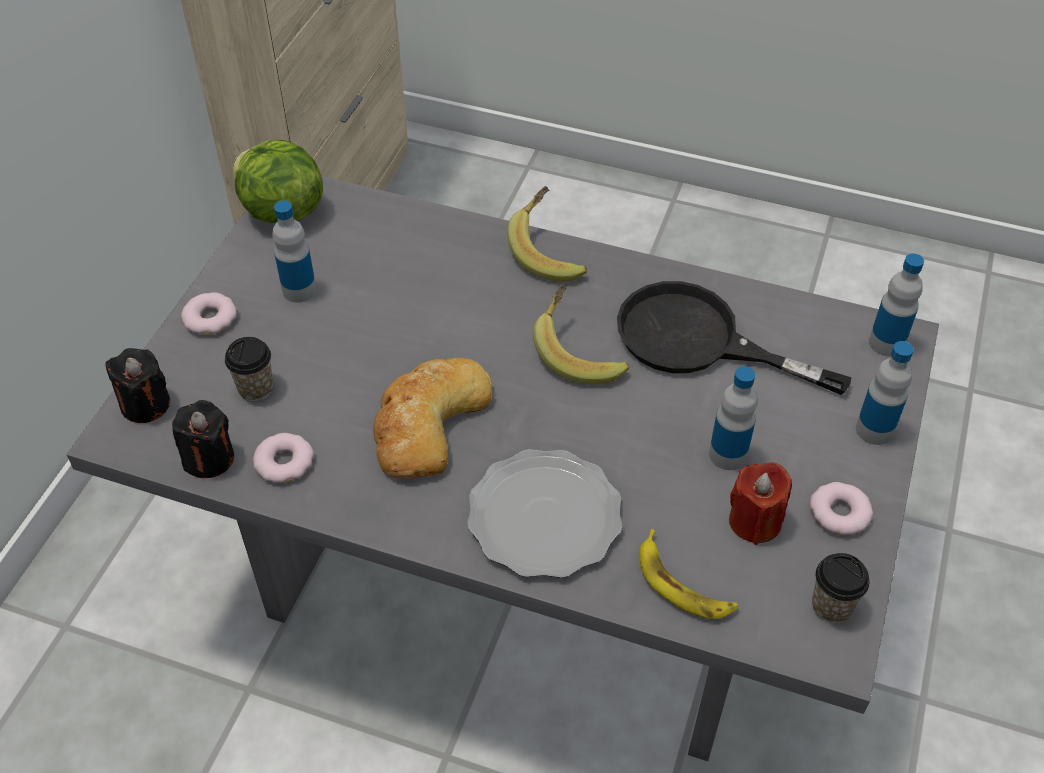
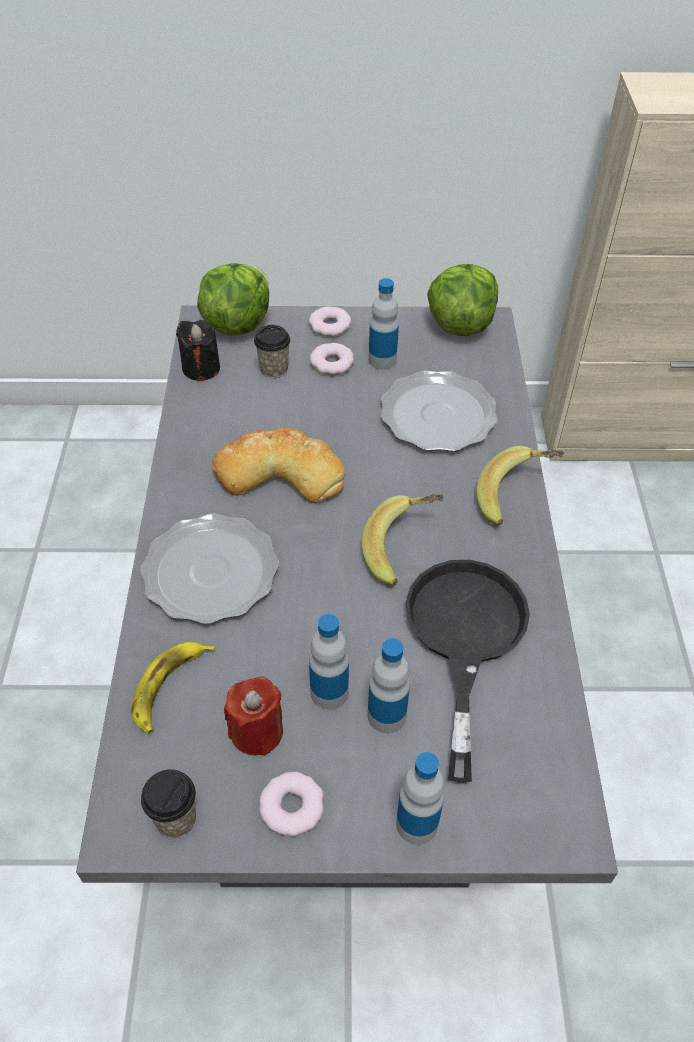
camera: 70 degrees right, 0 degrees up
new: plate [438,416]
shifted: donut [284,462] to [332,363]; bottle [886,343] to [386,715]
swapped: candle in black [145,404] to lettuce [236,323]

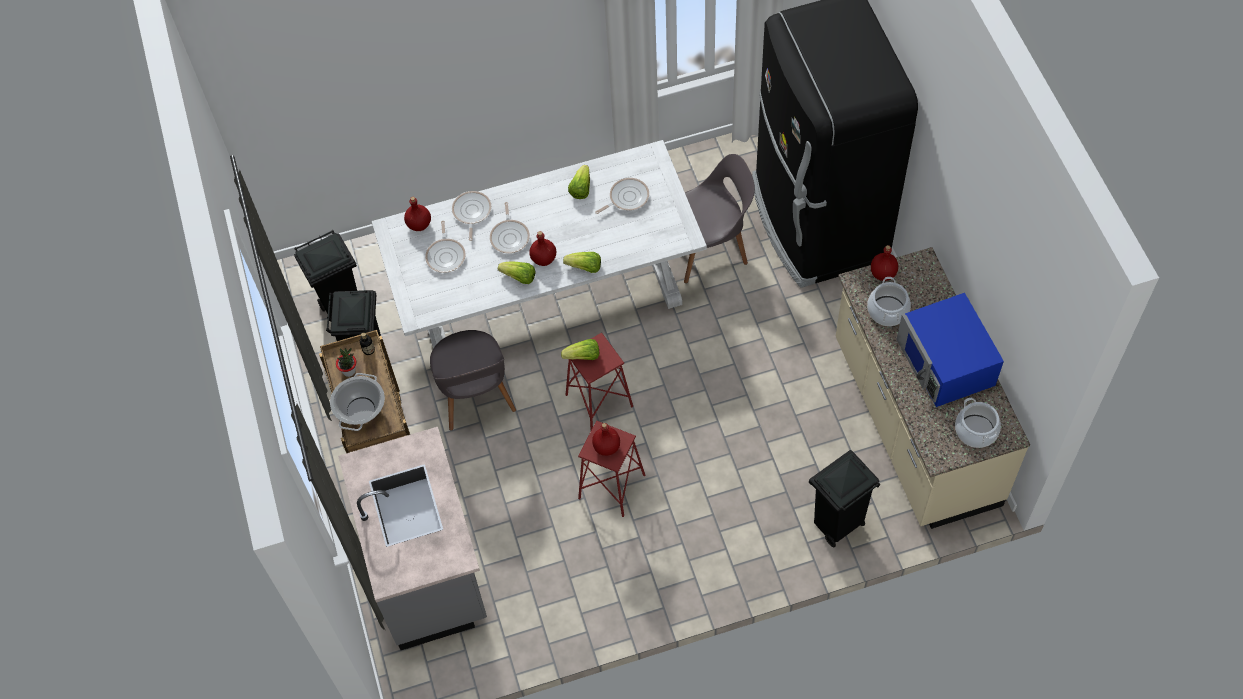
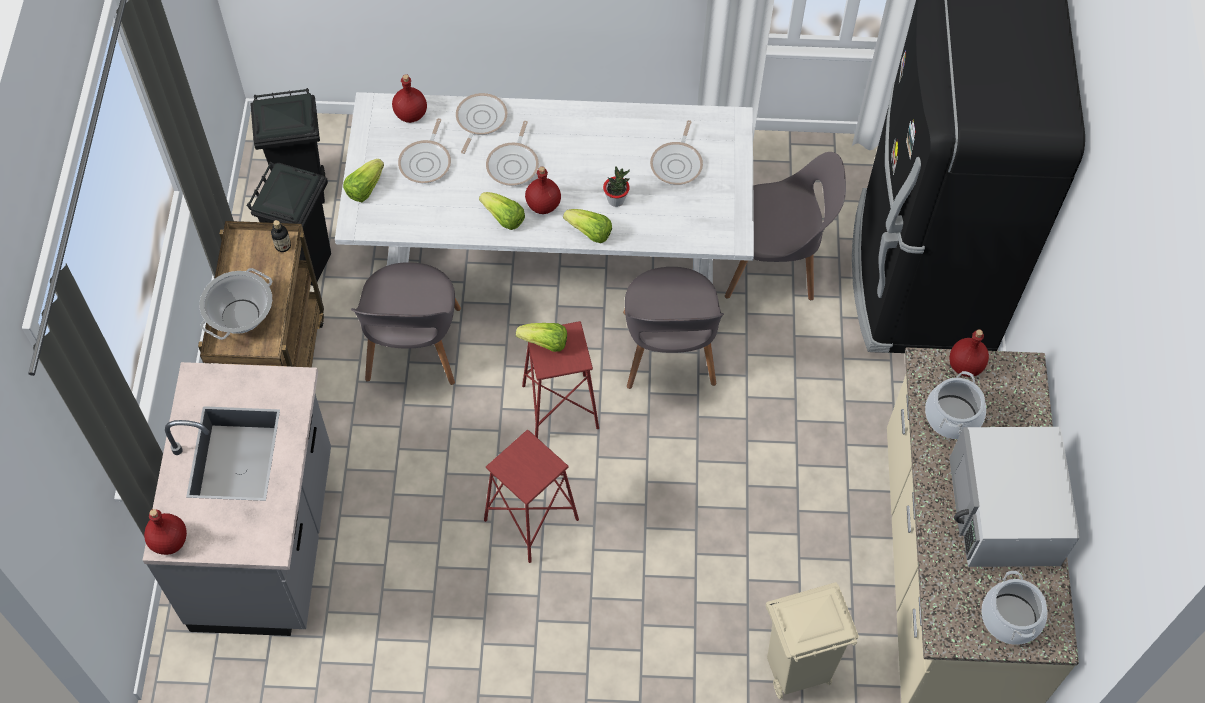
camera: 15 degrees right, 0 degrees up
new: chair in grey [668,353]
shifted: potted plant [349,371] to [616,200]; lettuce [581,188] to [365,188]; bottle in red [606,447] to [169,541]
repainted: trash can in black [836,525] to trash can in beige [795,672]; microwave in blue [946,363] to microwave in white [1004,512]
rotated: frying pan [626,198] = [677,164] 120 degrees clockwise

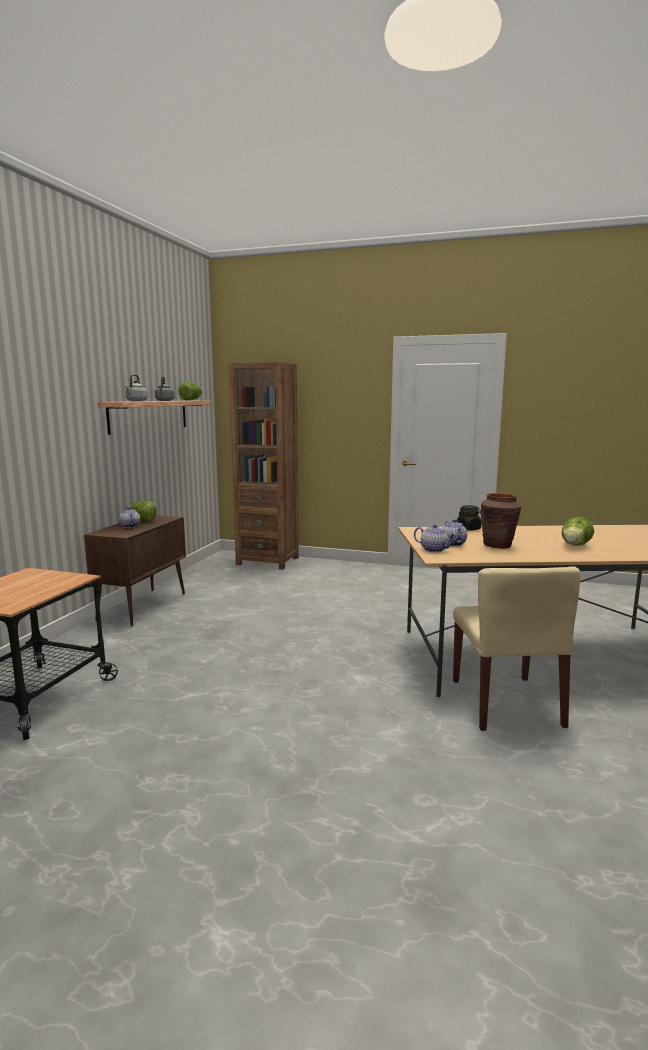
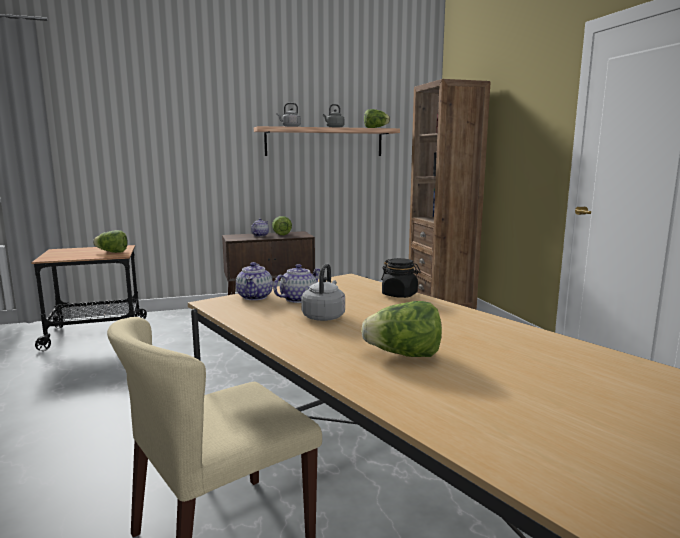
camera: 55 degrees right, 0 degrees up
new: lettuce [112,252]
swapped: vase in brown [497,545] to kettle in grey [324,316]

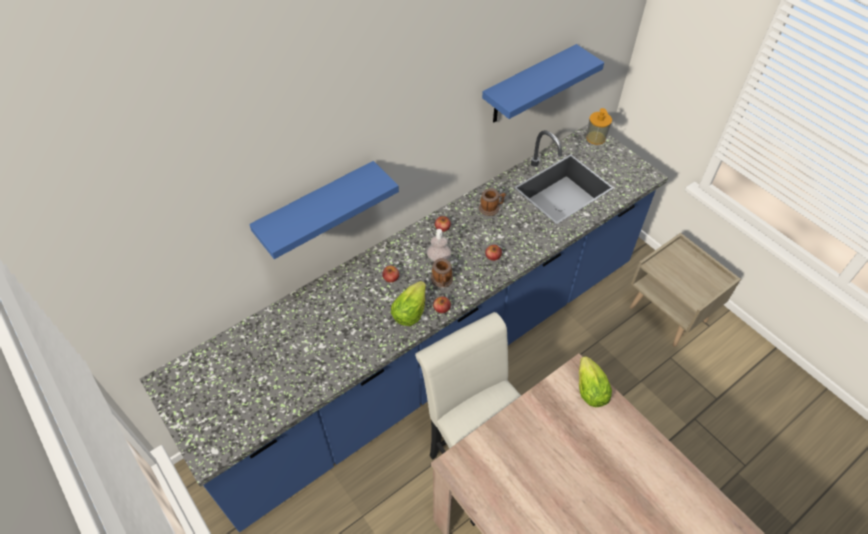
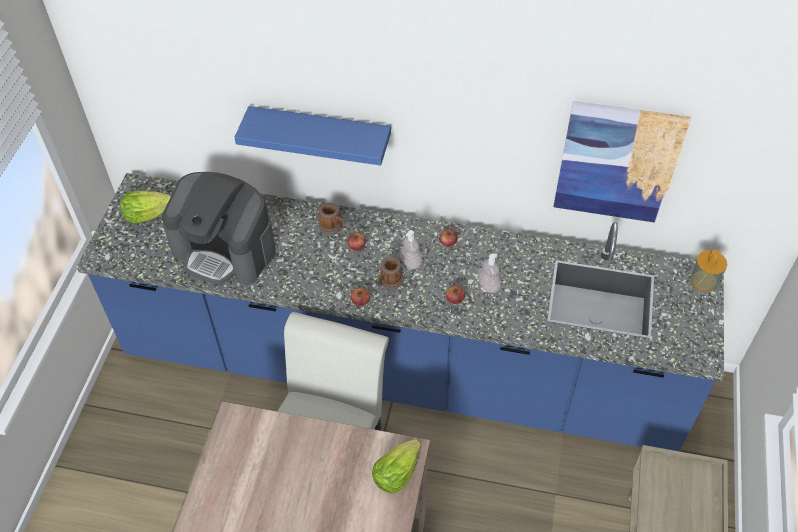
camera: 50 degrees right, 0 degrees up
new: coffee machine [225,250]; soap dispenser [488,286]
shifted: lettuce [410,312] to [147,215]; mug [491,208] to [332,226]
swapped: shelf in blue [528,85] to picture [617,162]

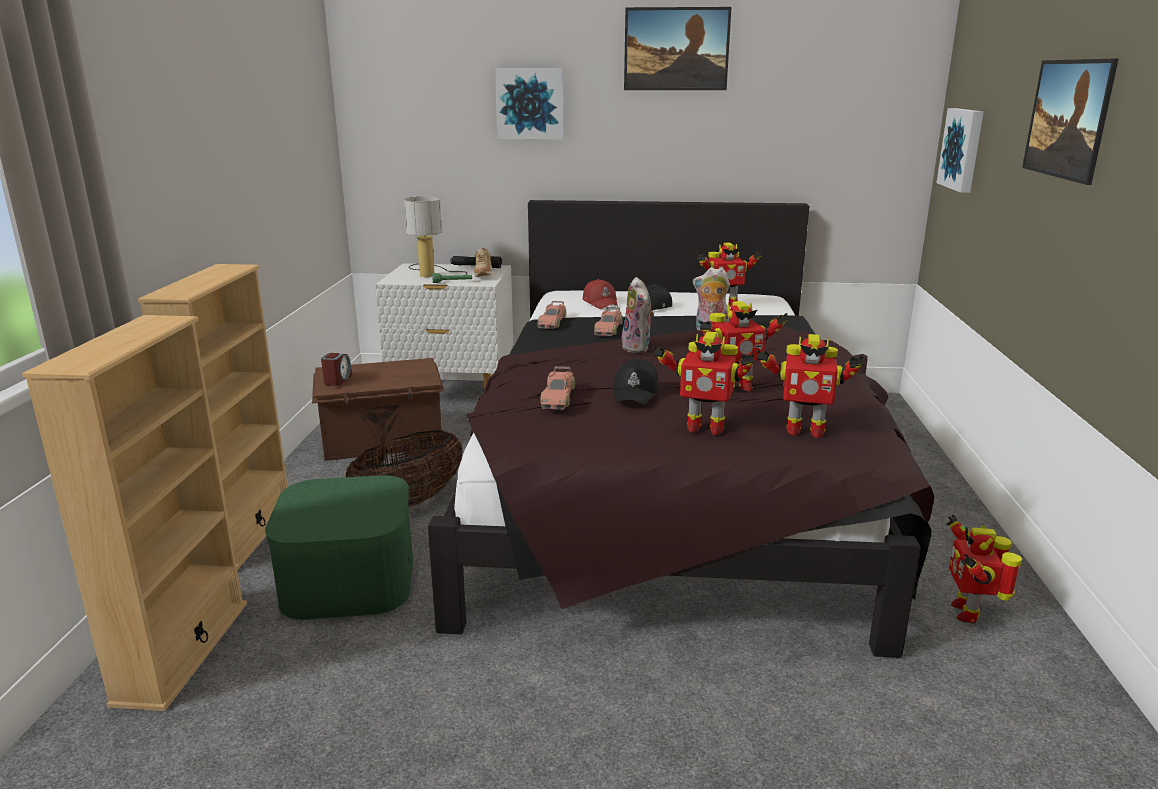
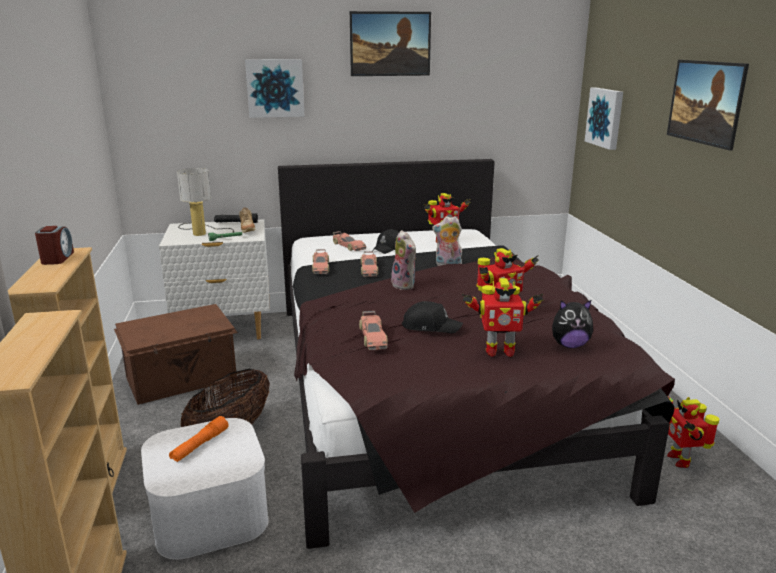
camera: 15 degrees left, 0 degrees up
new: flashlight in orange [200,445]
shifted: alarm clock [337,380] to [57,258]
swapped: cap in red [601,303] to toy car [348,246]; toy robot [803,431] to plush toy [569,345]
repainted: storage box in green [348,579] to storage box in white [209,513]
rotated: cap in black [636,392] = [430,326] 75 degrees counterclockwise

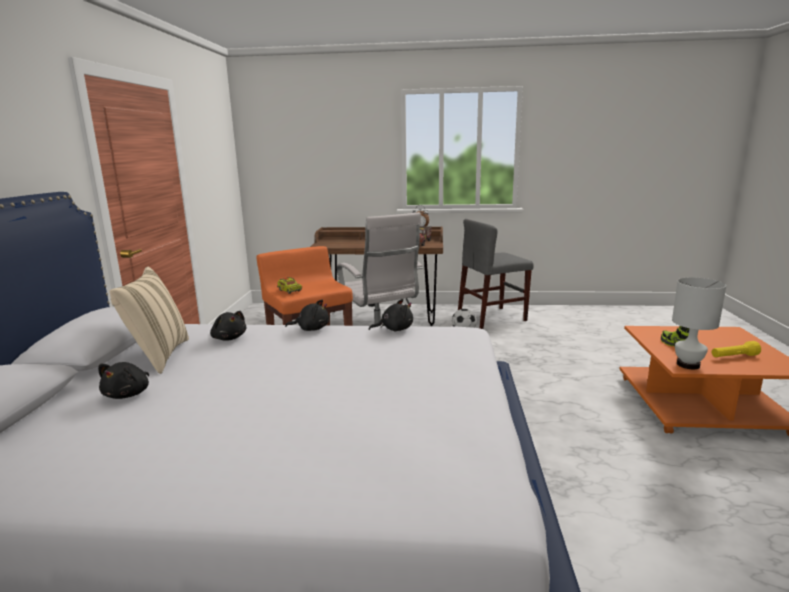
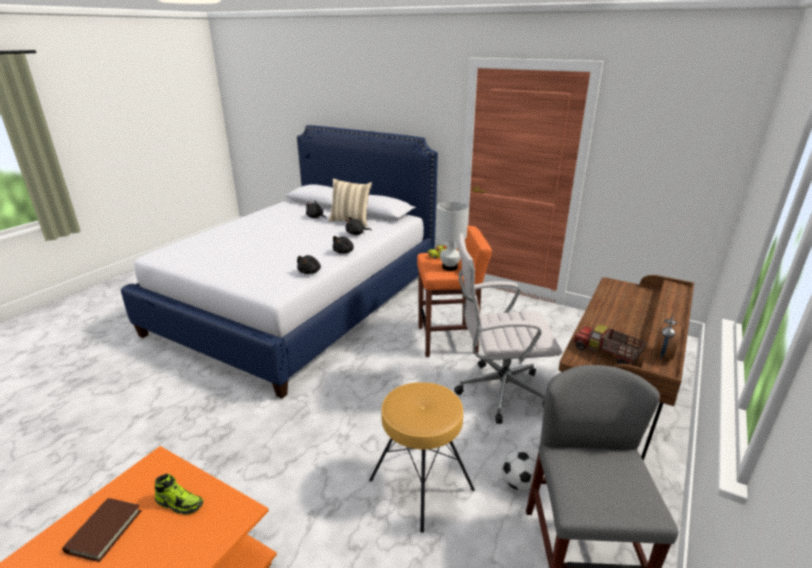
camera: 115 degrees right, 10 degrees up
new: stool in brown [420,485]
shifted: table lamp in white [687,364] to [450,267]
swapped: flashlight in yellow [733,357] to book in brown [104,531]

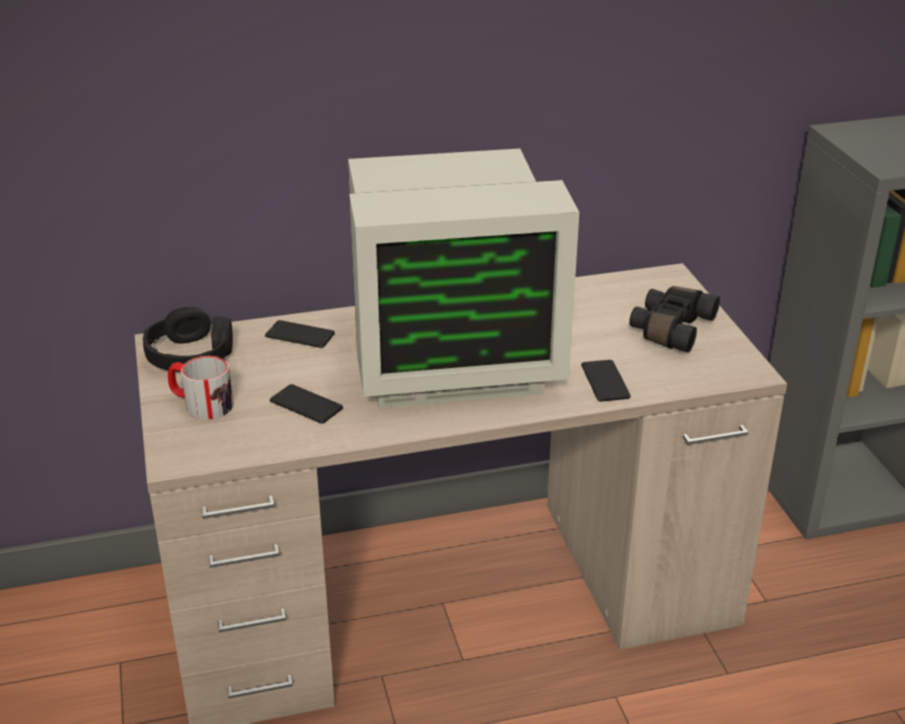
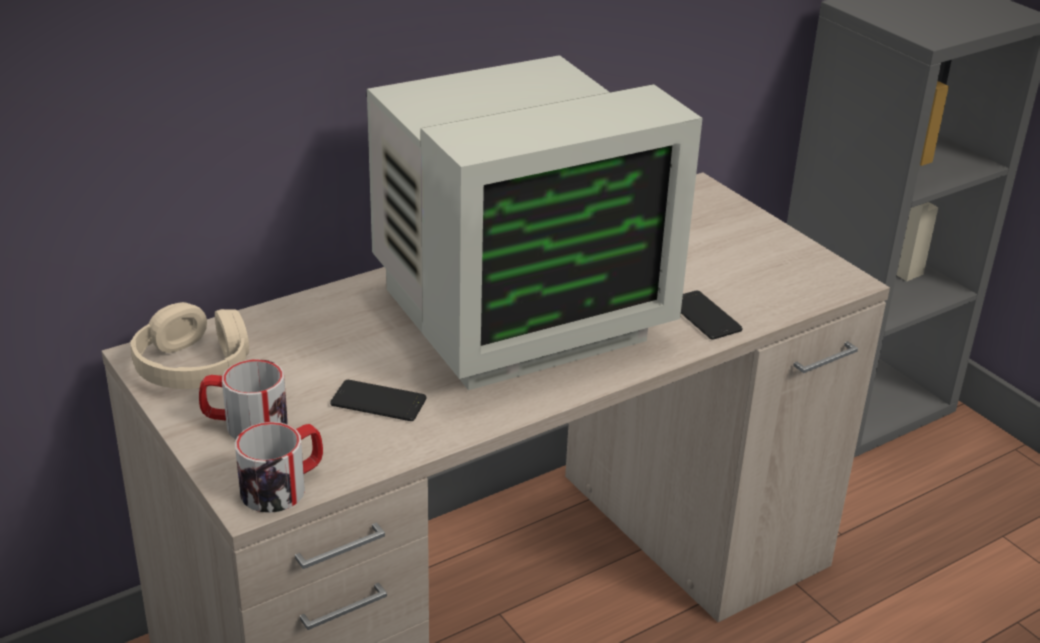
camera: 20 degrees left, 0 degrees up
gone: phone [300,335]; binoculars in black [670,329]
new: mug [283,486]
repainted: headphones in black [191,355] to headphones in beige [194,365]

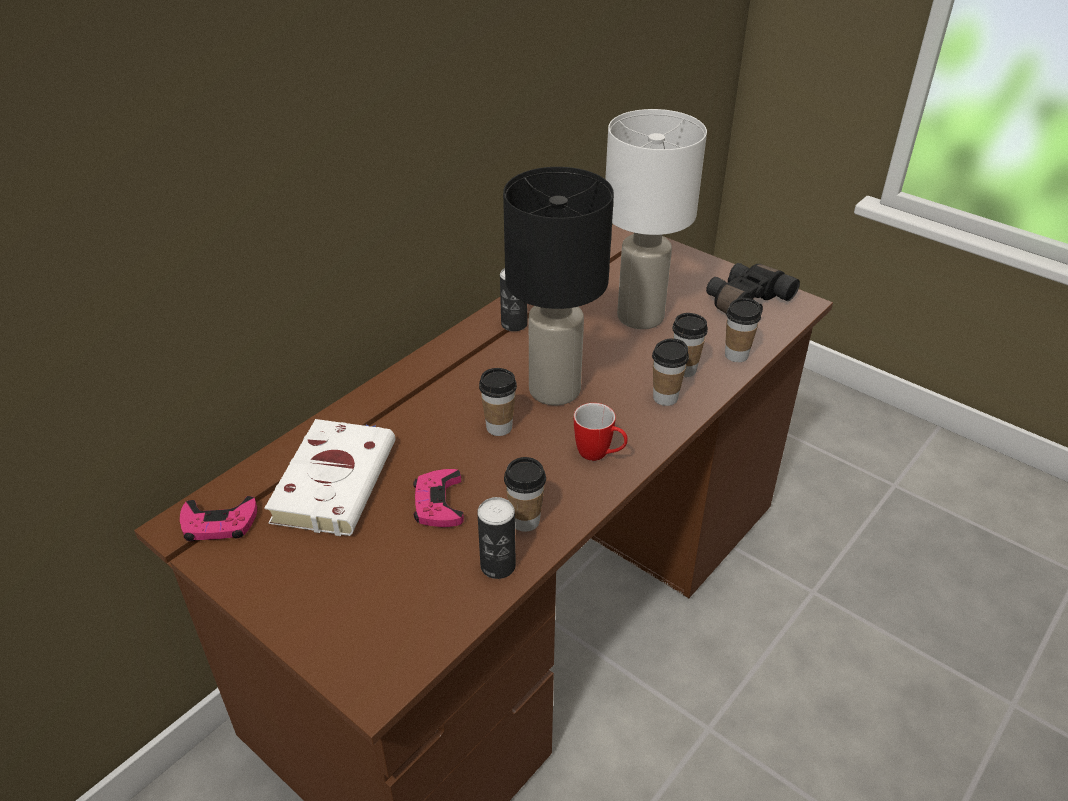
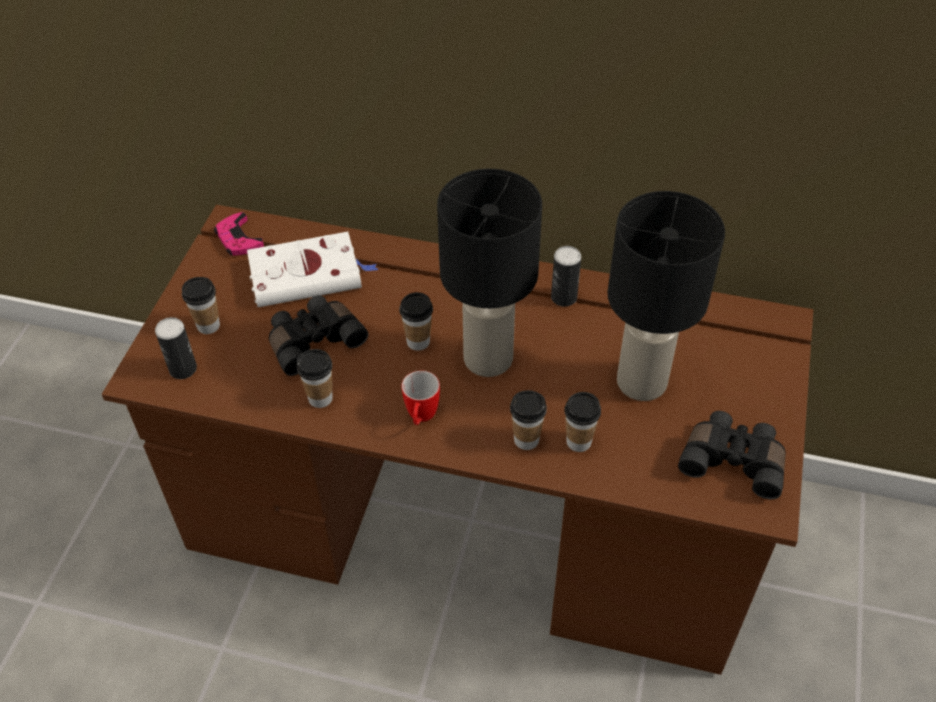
camera: 65 degrees right, 10 degrees up
shifted: can [498,565] to [183,369]; cup [736,355] to [208,325]
swapped: game controller in pink [438,503] to binoculars in black [314,340]
repainted: table lamp in white [640,318] to table lamp in black [640,383]

